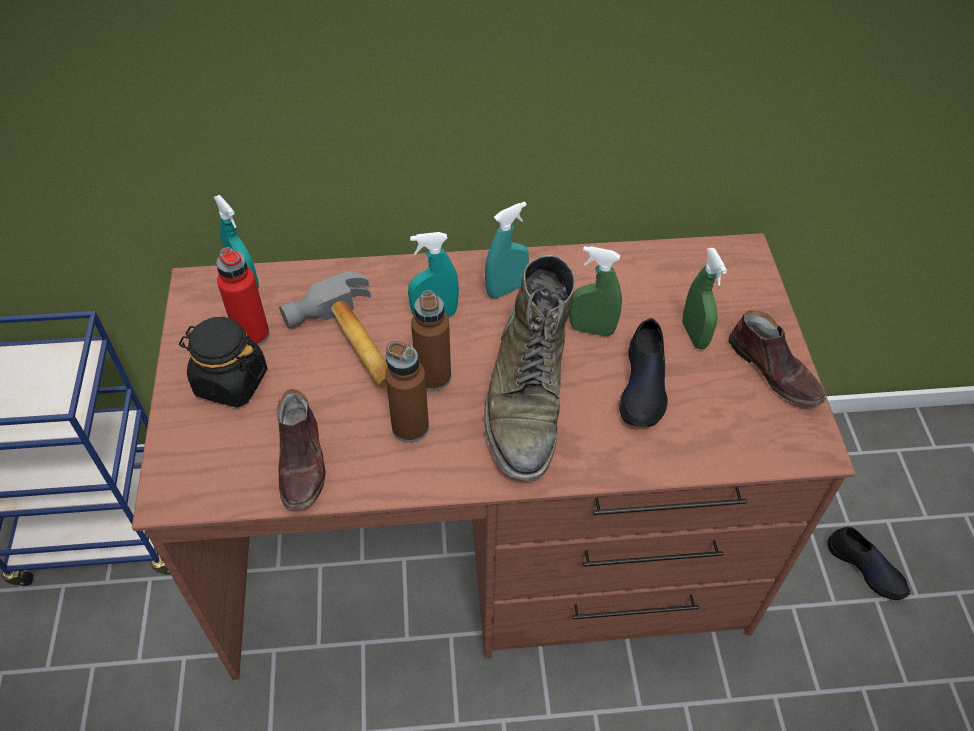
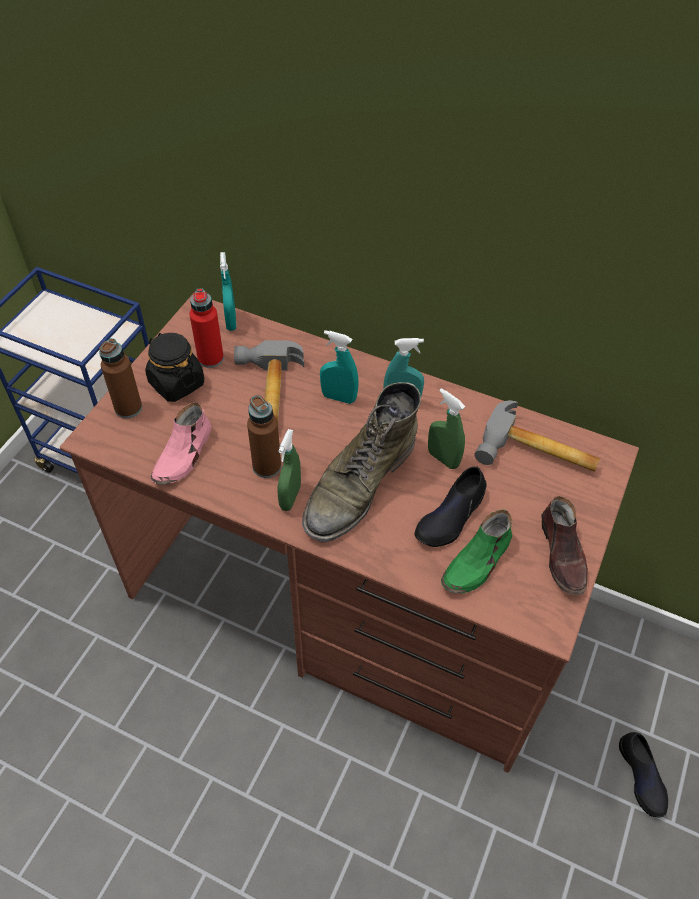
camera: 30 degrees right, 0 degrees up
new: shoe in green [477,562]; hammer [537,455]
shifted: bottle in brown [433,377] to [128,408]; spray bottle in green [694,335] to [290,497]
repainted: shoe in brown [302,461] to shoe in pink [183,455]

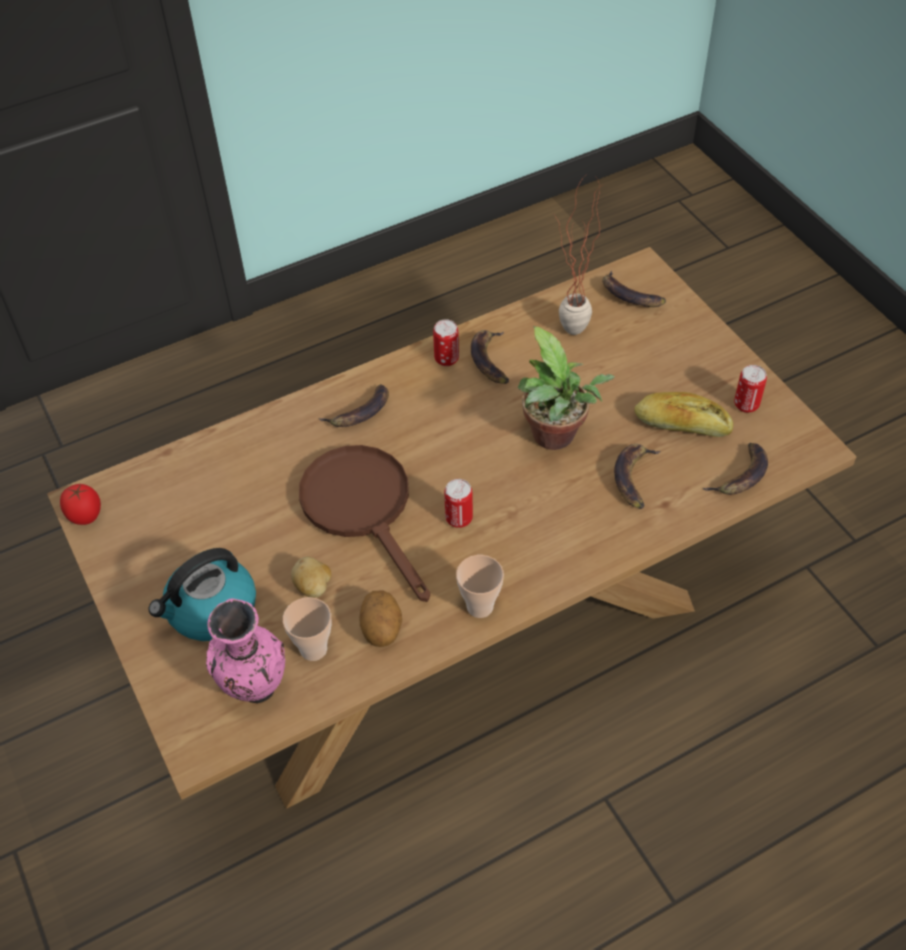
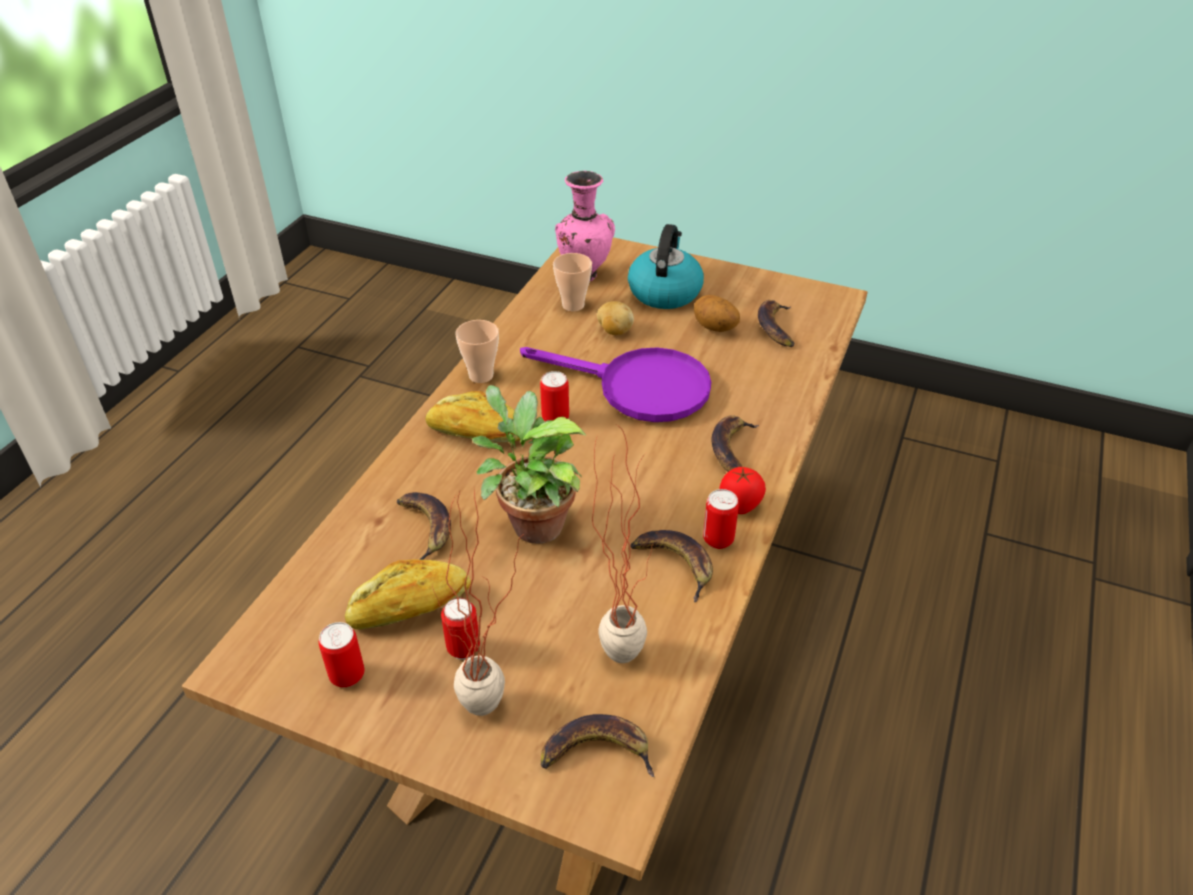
camera: 140 degrees right, 10 degrees down
new: bread [477,434]; potted plant [494,714]; can [463,649]
shifted: tomato [85,515] to [740,506]; potato [382,629] to [714,328]; banana [741,476] to [775,327]
repainted: frying pan in brown [363,508] to frying pan in purple [638,388]

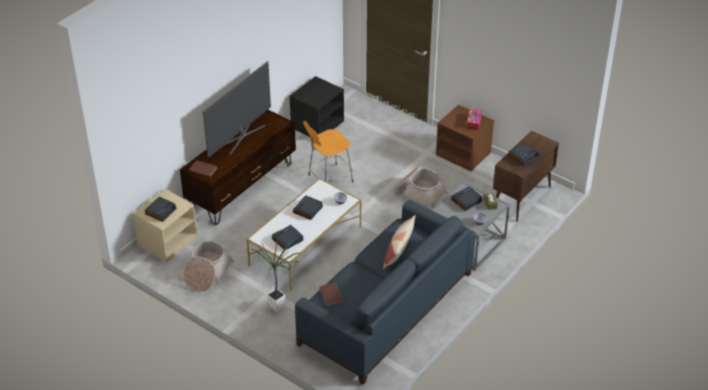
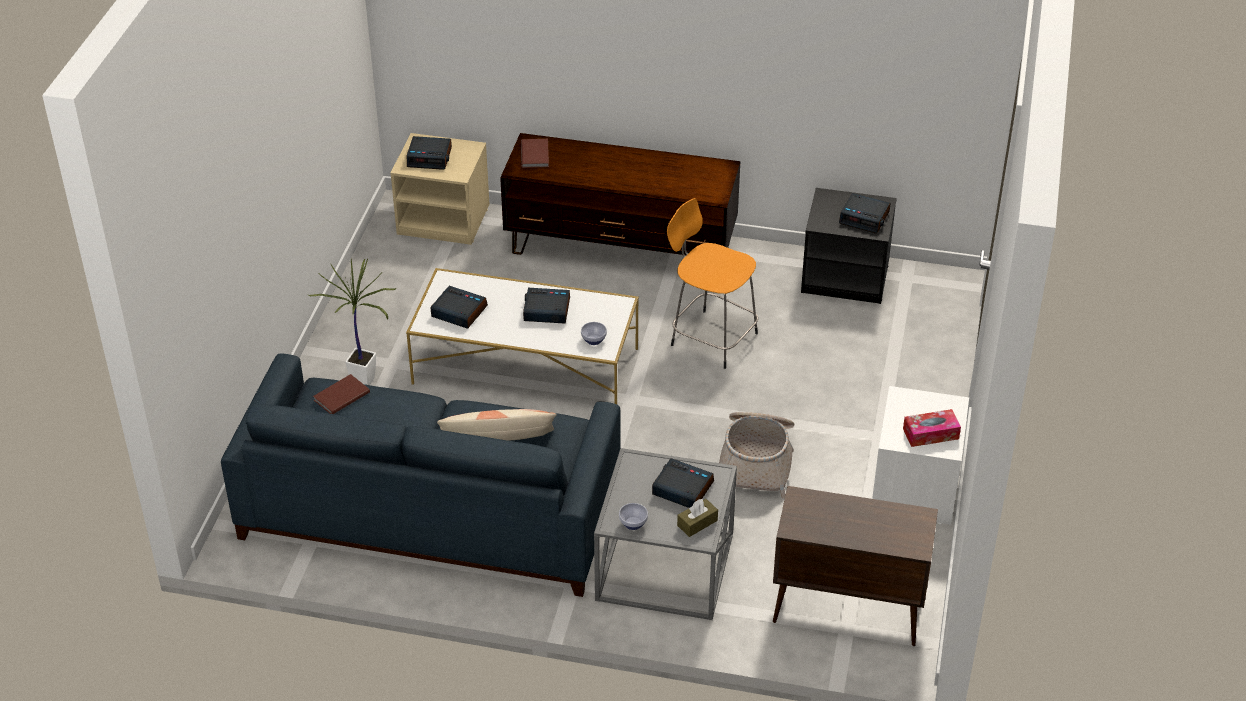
camera: 65 degrees right, 0 degrees up
gone: basket [206,273]; television [241,136]
shifted: alarm clock [523,156] to [864,218]
repainted: nightstand in brown [464,154] to nightstand in white [916,488]

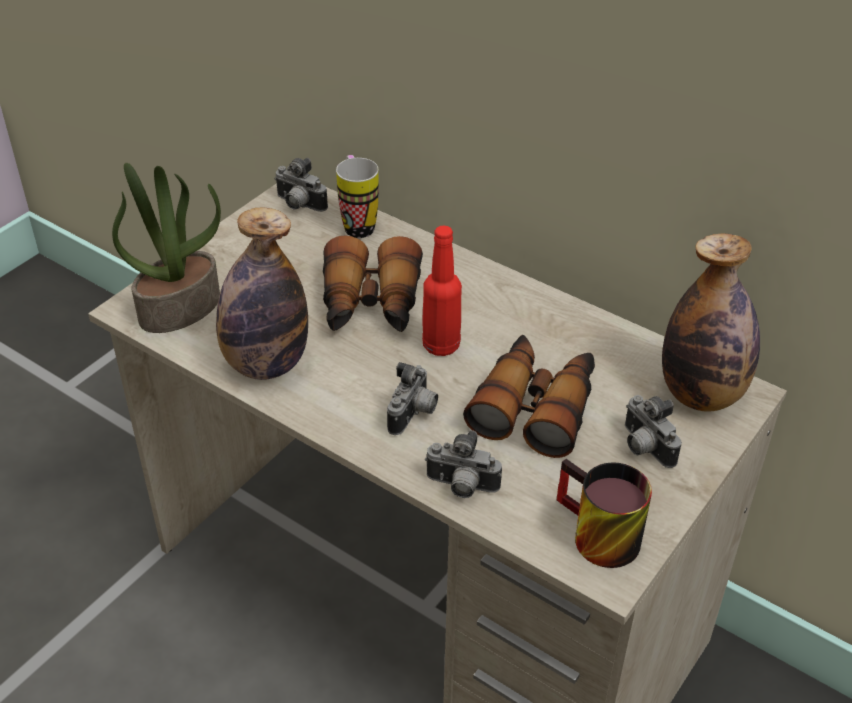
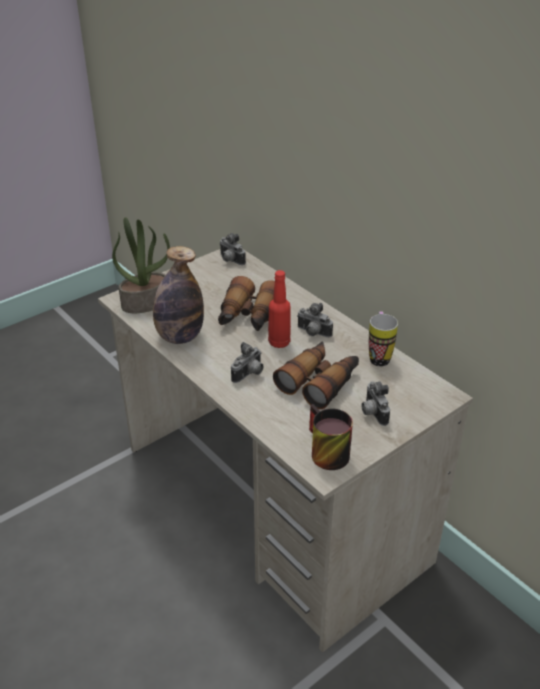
camera: 15 degrees right, 5 degrees down
gone: bottle [701,394]
shifted: mug [357,223] to [378,356]; photo camera [461,487] to [312,333]

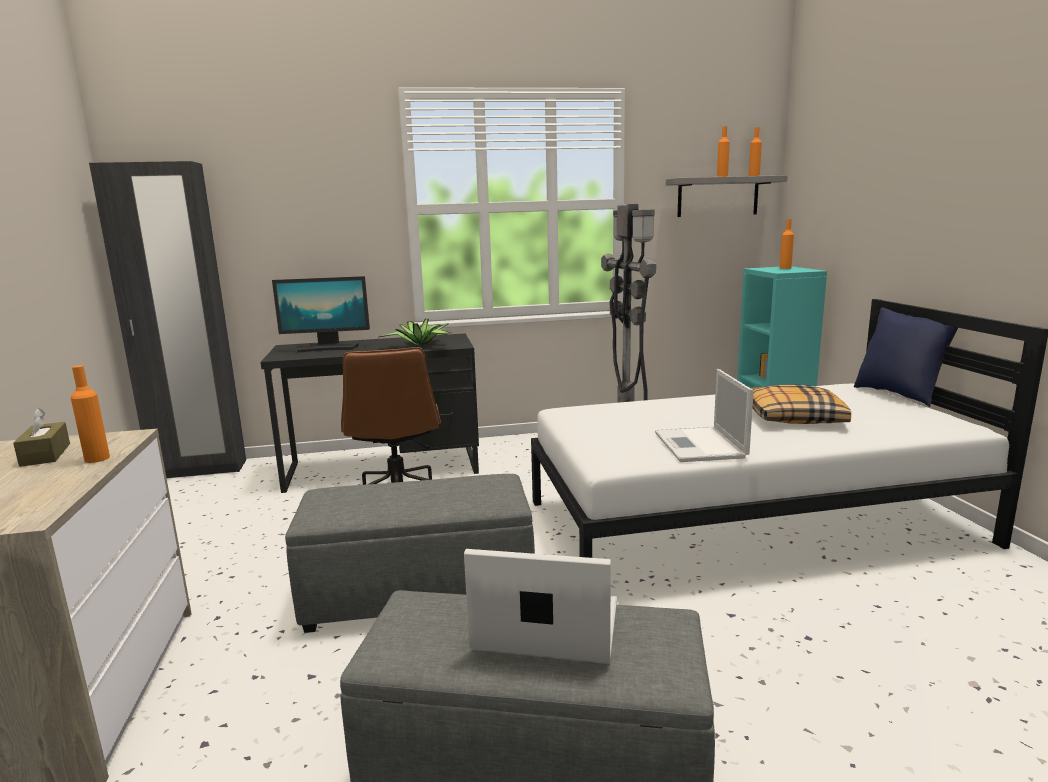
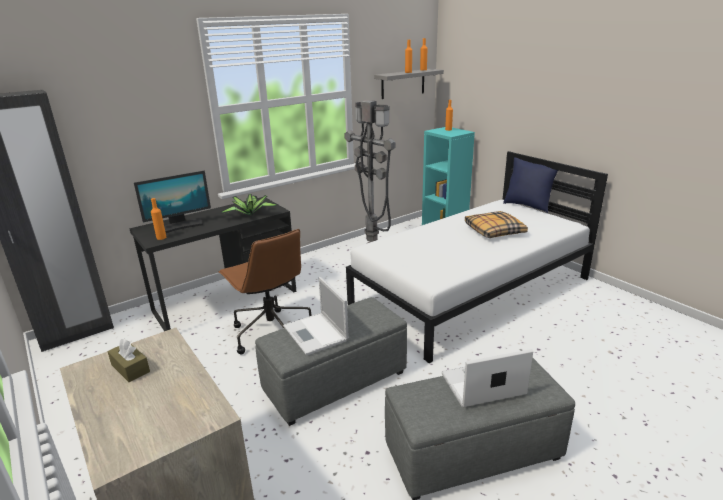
camera: 25 degrees left, 10 degrees up
shifted: bottle in orange [97,458] to [161,237]; laptop [700,446] to [316,334]

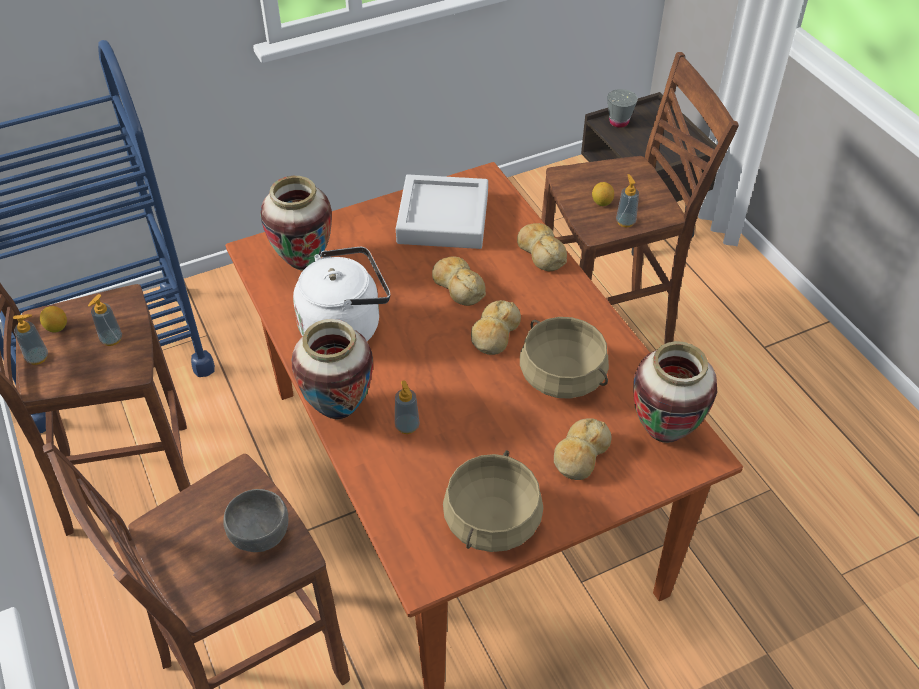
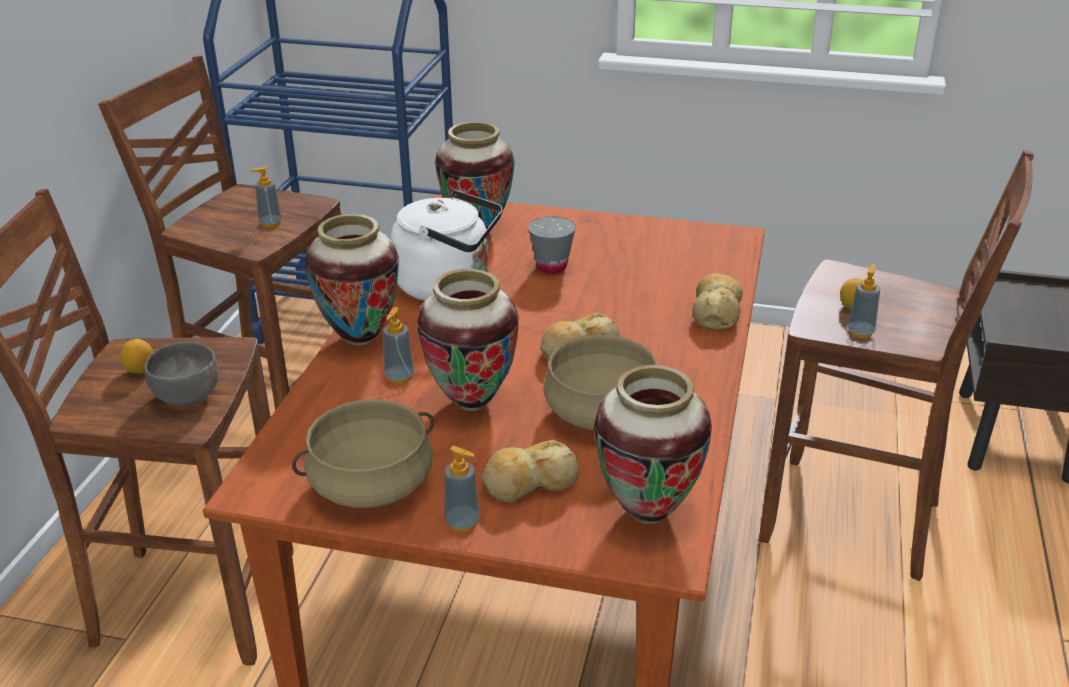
camera: 40 degrees right, 15 degrees down
gone: tray in grey [443,219]; bread [458,286]
new: vase [472,402]
shifted: soap dispenser [37,357] to [462,522]; lemon [57,328] to [140,369]; cup in grey [619,122] to [551,267]

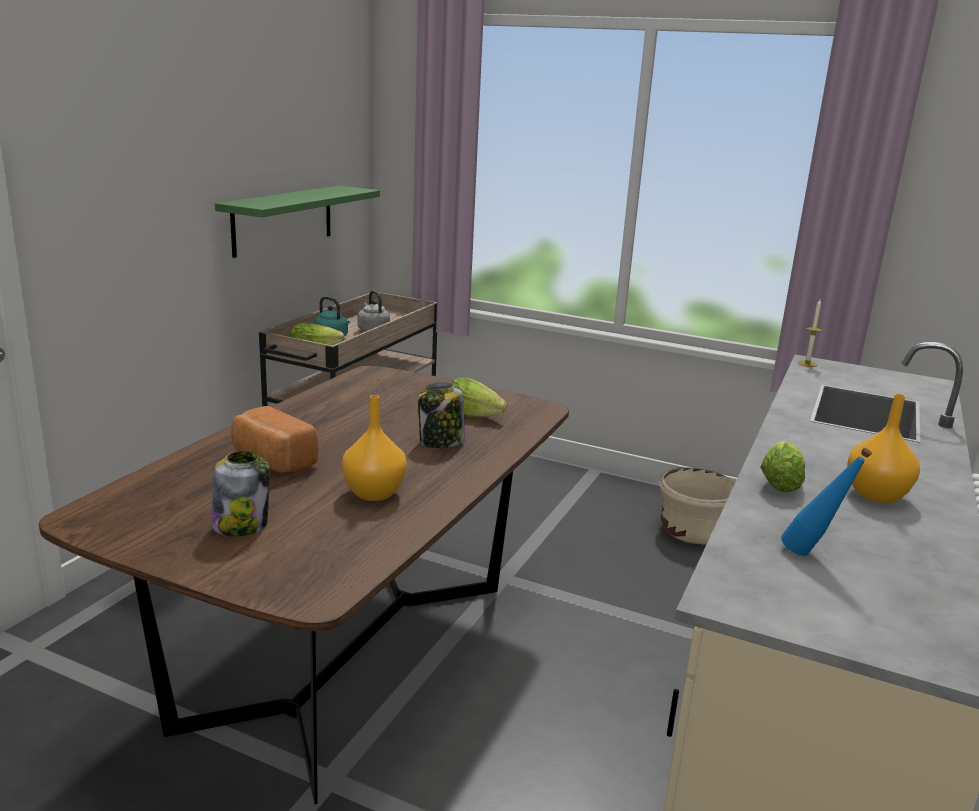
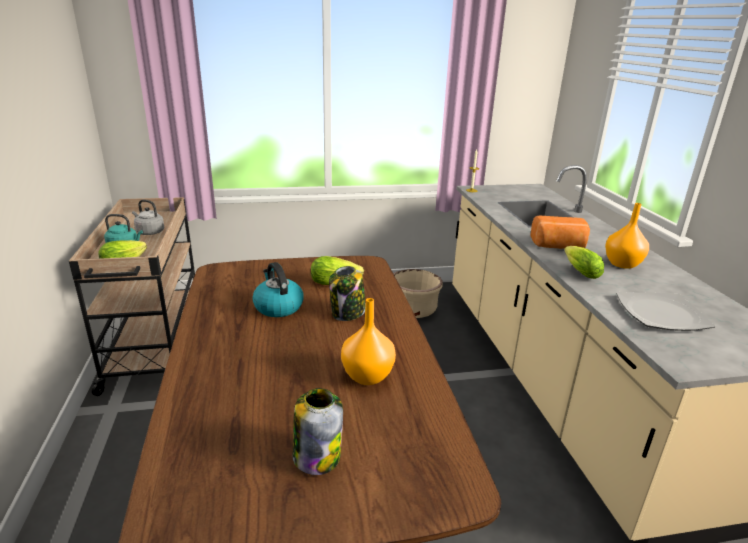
camera: 35 degrees left, 5 degrees up
gone: shelf in green [283,219]
new: kettle [278,307]
shifted: bread [271,461] to [558,246]
swapped: bottle in blue [812,555] to plate [662,314]

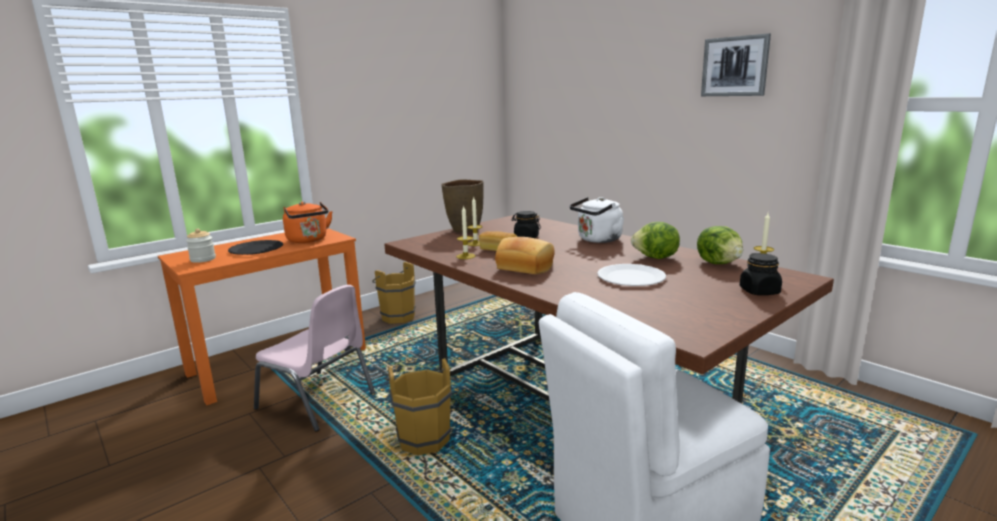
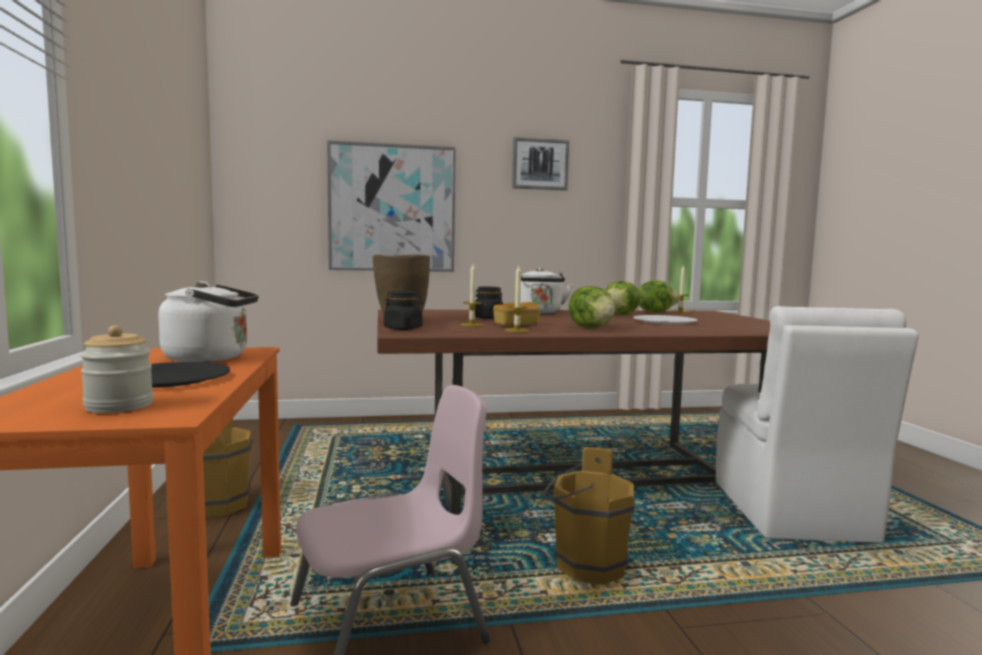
camera: 60 degrees left, 10 degrees down
new: picture [392,208]
shifted: jar in black [759,291] to [403,328]
swapped: bread [526,267] to lettuce [592,327]
repainted: kettle in orange [308,240] to kettle in white [212,358]

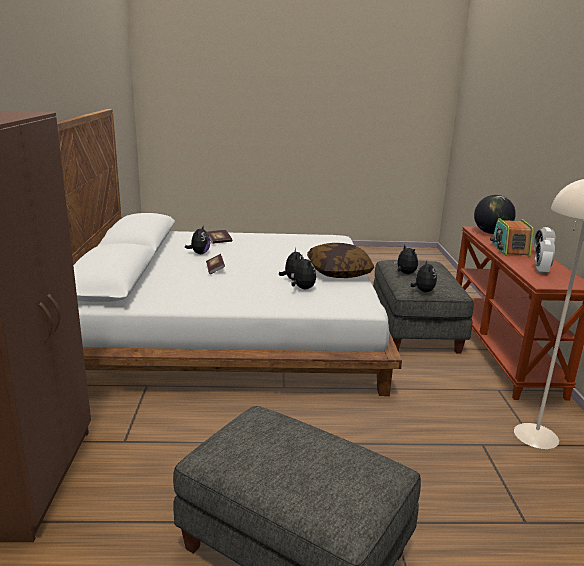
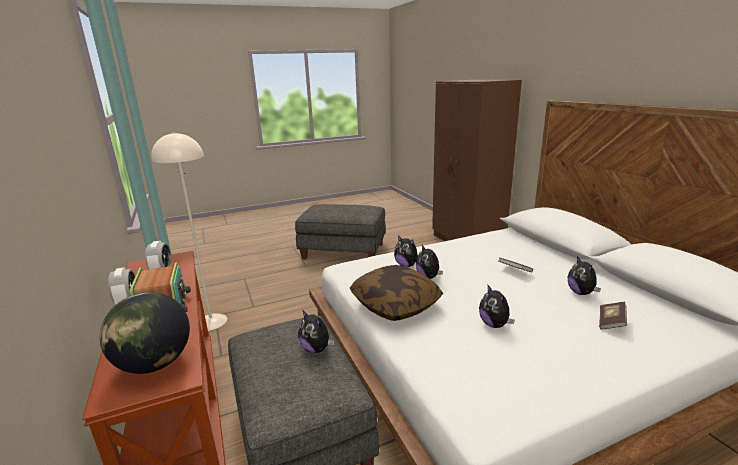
camera: 160 degrees right, 0 degrees up
shifted: plush toy [423,291] to [494,324]

